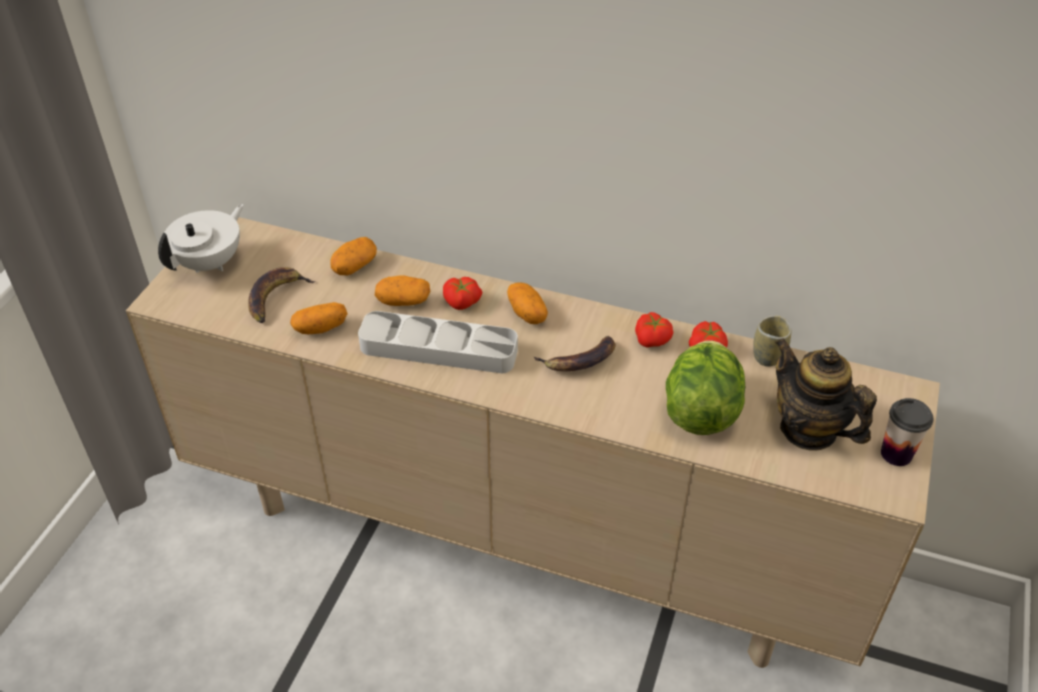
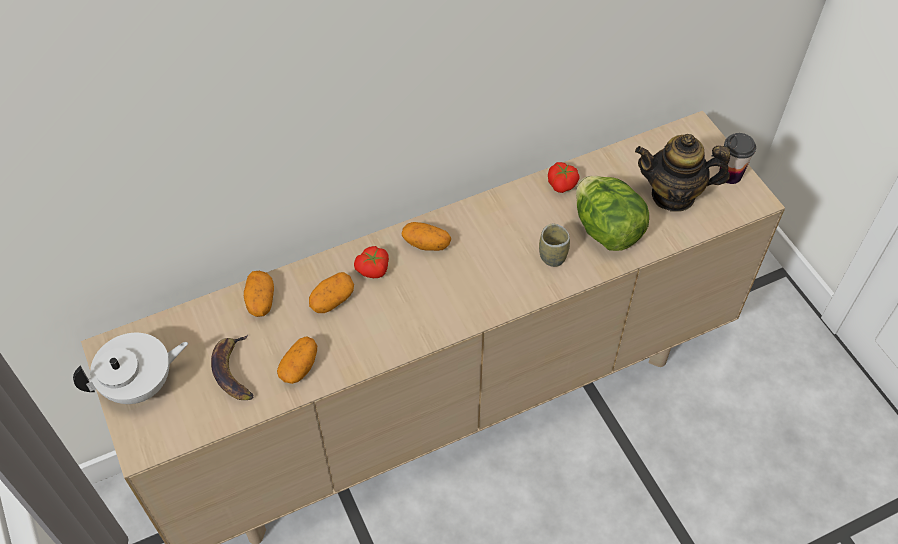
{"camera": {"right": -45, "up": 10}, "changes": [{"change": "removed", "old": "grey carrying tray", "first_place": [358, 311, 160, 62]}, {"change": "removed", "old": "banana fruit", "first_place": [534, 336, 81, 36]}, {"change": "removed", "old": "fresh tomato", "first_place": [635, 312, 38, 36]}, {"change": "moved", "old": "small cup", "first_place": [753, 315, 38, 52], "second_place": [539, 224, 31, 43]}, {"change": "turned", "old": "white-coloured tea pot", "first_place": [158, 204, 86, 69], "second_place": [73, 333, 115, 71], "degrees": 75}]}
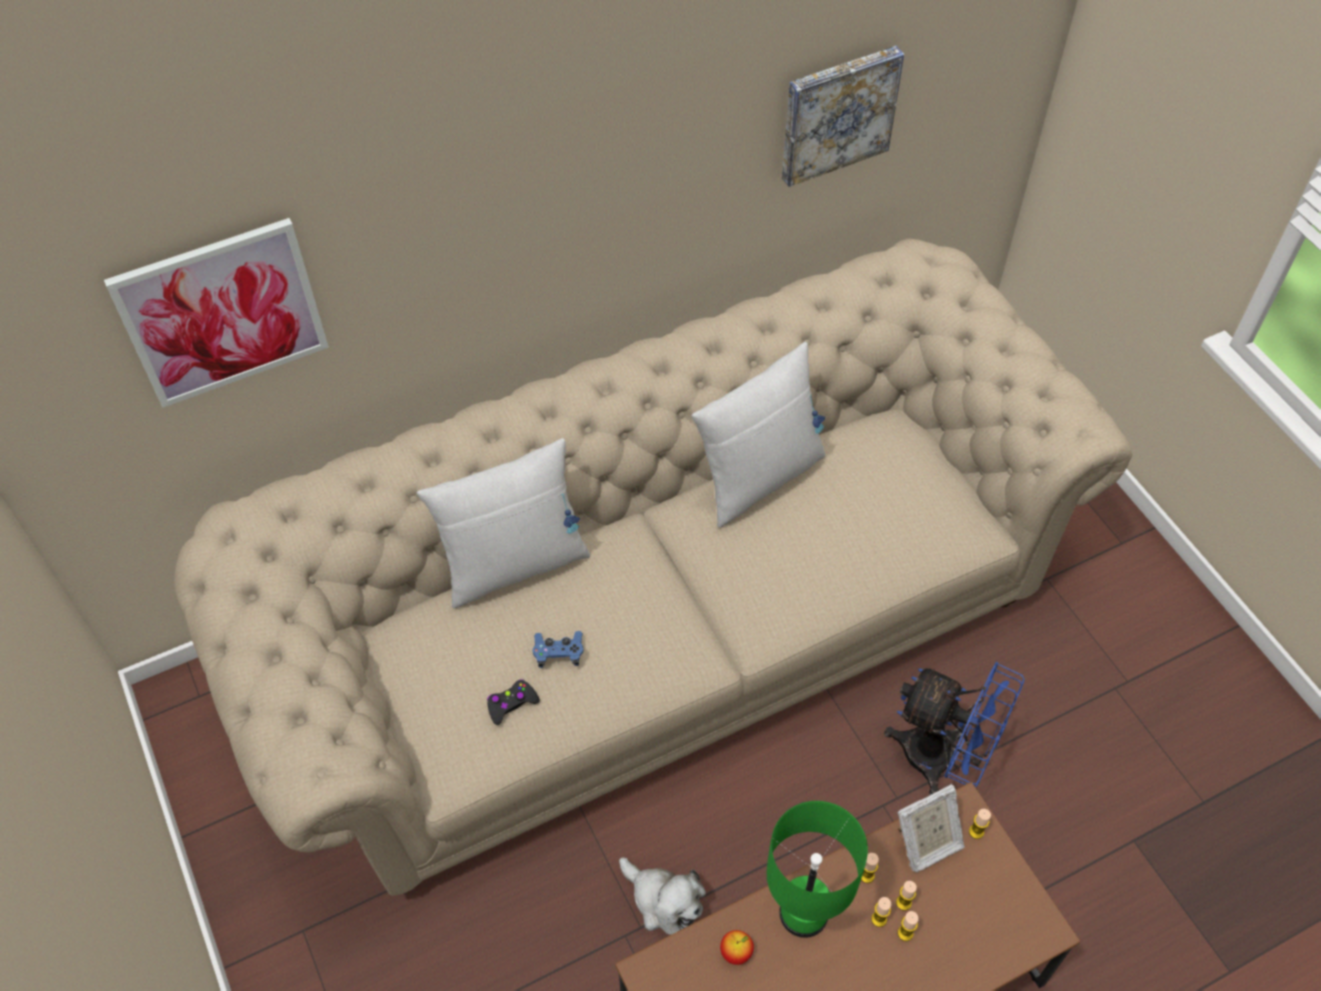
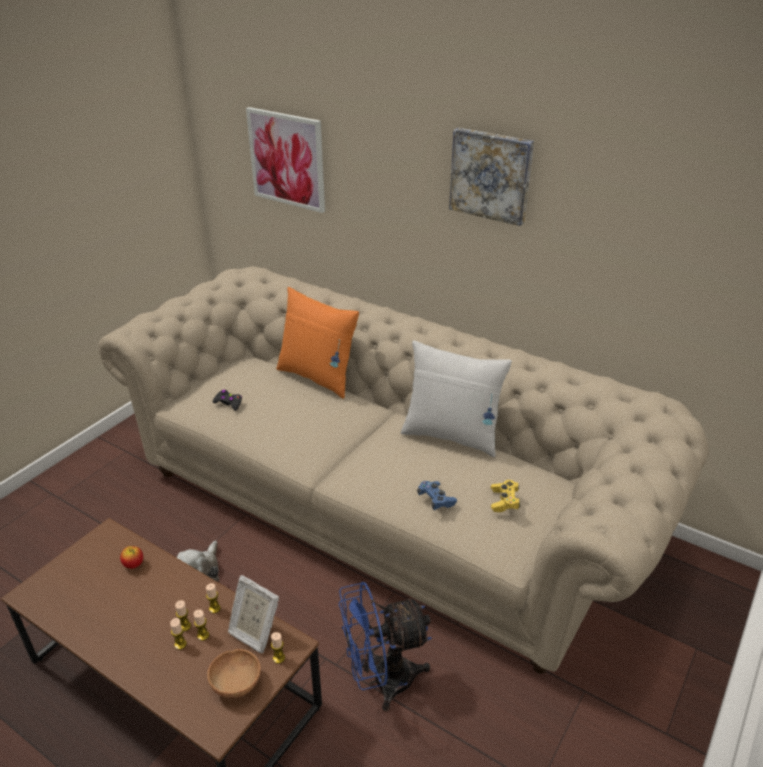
{"camera": {"right": 60, "up": -20}, "changes": [{"change": "removed", "old": "greenish table lamp", "first_place": [767, 801, 101, 137]}, {"change": "added", "new": "brownish serving bowl", "second_place": [207, 649, 54, 49]}, {"change": "added", "new": "yellow-coloured joypad", "second_place": [491, 480, 30, 32]}, {"change": "moved", "old": "blue joypad", "first_place": [533, 631, 50, 37], "second_place": [417, 481, 40, 29]}, {"change": "moved", "old": "picture", "first_place": [782, 46, 122, 141], "second_place": [449, 128, 85, 98]}, {"change": "recoloured", "old": "grey pillow", "new": "orange-coloured pillow", "first_place": [417, 438, 173, 171], "second_place": [276, 287, 83, 112]}, {"change": "turned", "old": "blue electric fan", "first_place": [884, 662, 141, 133], "second_place": [339, 582, 92, 129], "degrees": 75}]}
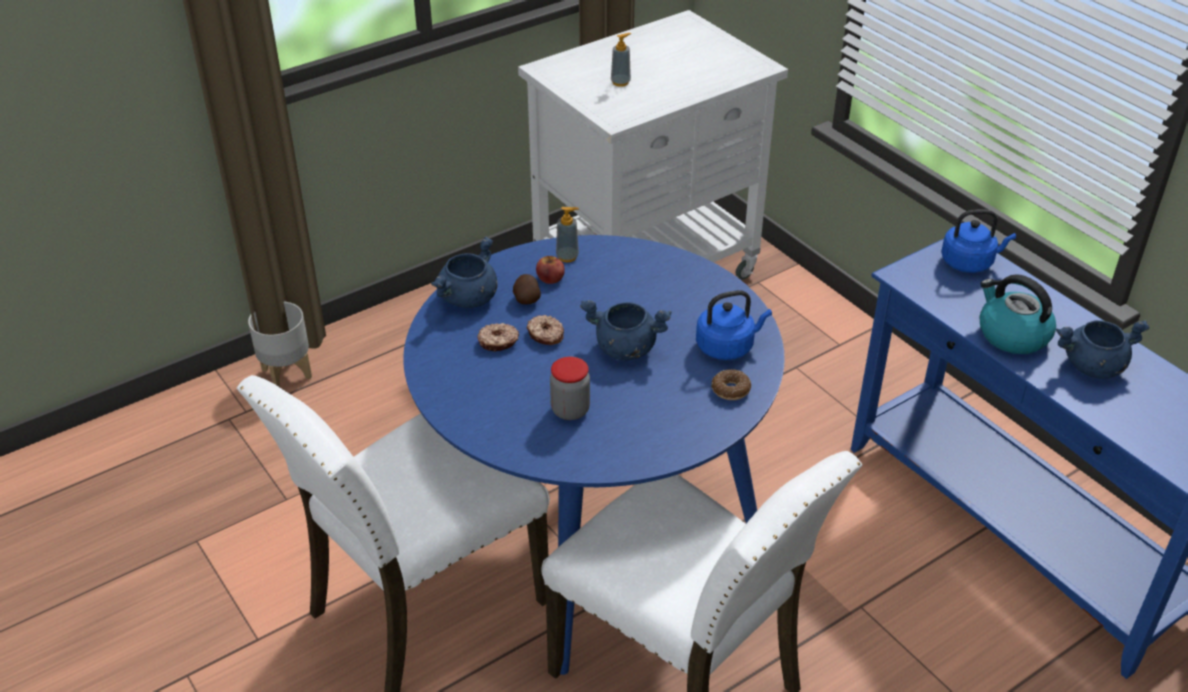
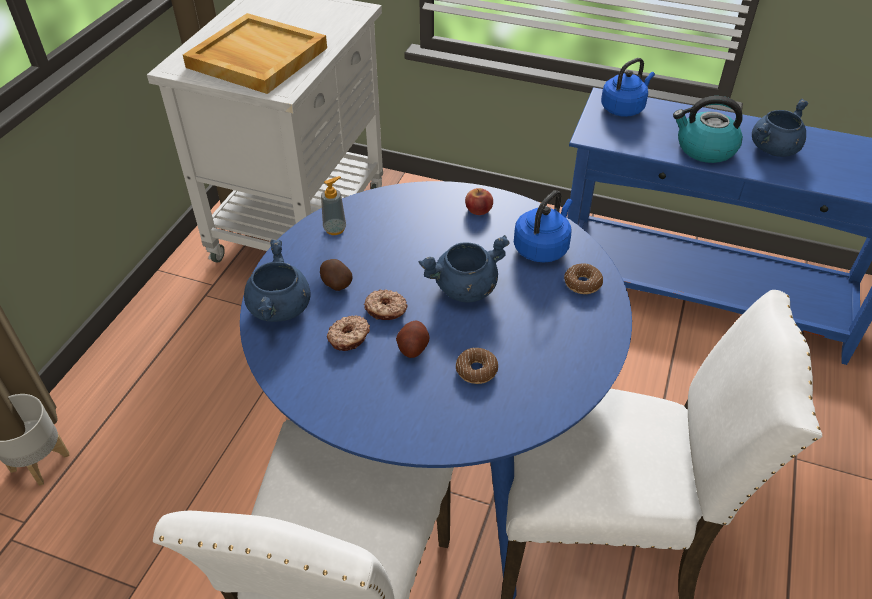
{"camera": {"right": -35, "up": 5}, "changes": [{"change": "added", "new": "potato", "second_place": [396, 321, 33, 37]}, {"change": "moved", "old": "apple fruit", "first_place": [536, 256, 29, 28], "second_place": [465, 188, 28, 27]}, {"change": "replaced", "old": "preserve jar", "new": "ring doughnut", "first_place": [550, 357, 40, 63], "second_place": [456, 348, 42, 36]}, {"change": "replaced", "old": "liquid soap bottle", "new": "beige carrying tray", "first_place": [611, 33, 20, 54], "second_place": [183, 13, 144, 81]}]}
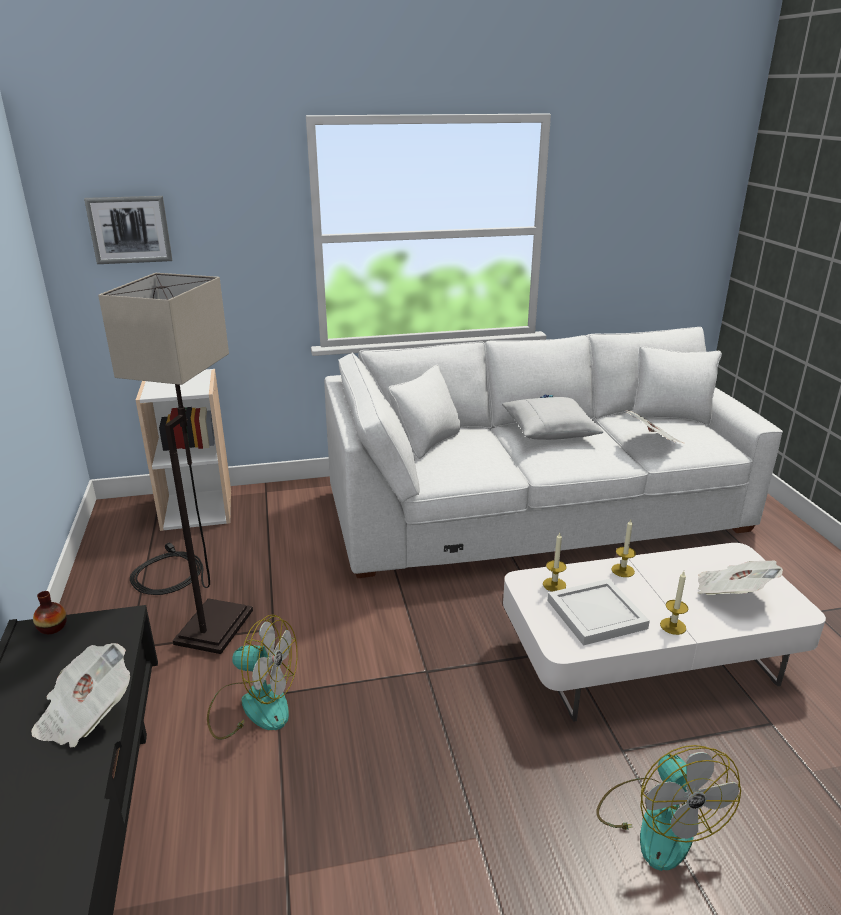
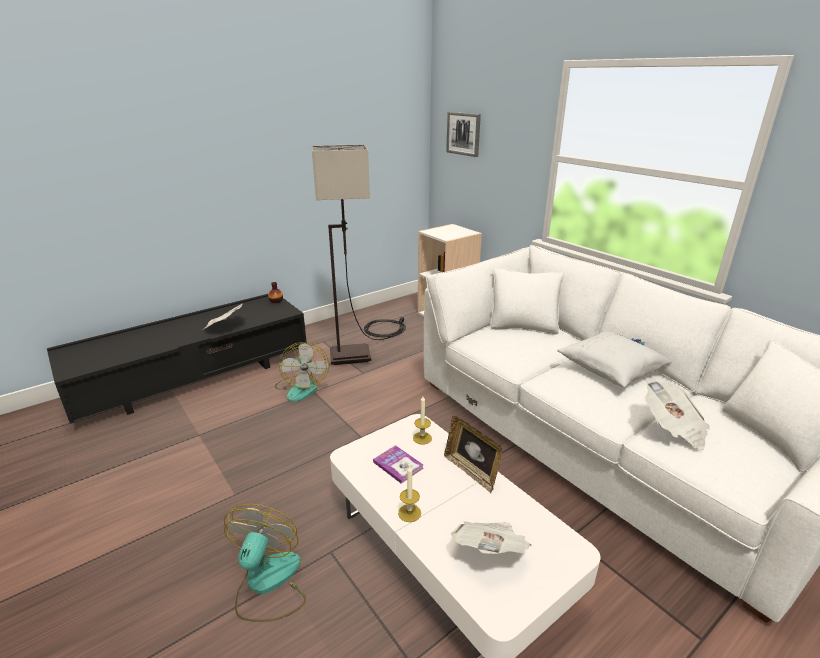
{"camera": {"right": 65, "up": 0}, "changes": [{"change": "replaced", "old": "white-coloured carrying tray", "new": "volume", "first_place": [548, 579, 102, 67], "second_place": [373, 445, 50, 39]}, {"change": "replaced", "old": "wax candle", "new": "picture frame", "first_place": [611, 519, 25, 58], "second_place": [444, 416, 58, 77]}, {"change": "turned", "old": "electric fan", "first_place": [596, 745, 145, 126], "second_place": [224, 504, 82, 118], "degrees": 135}]}
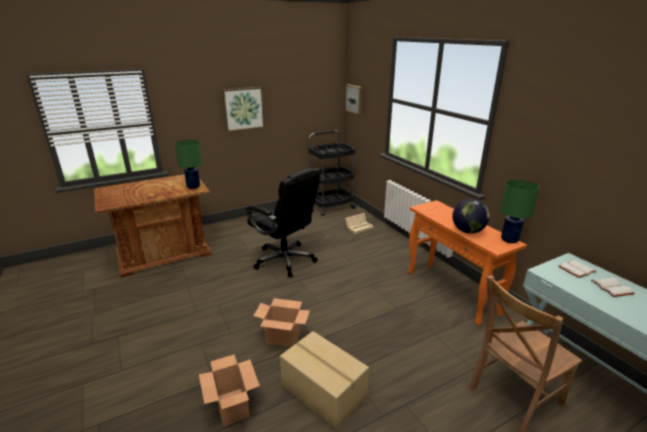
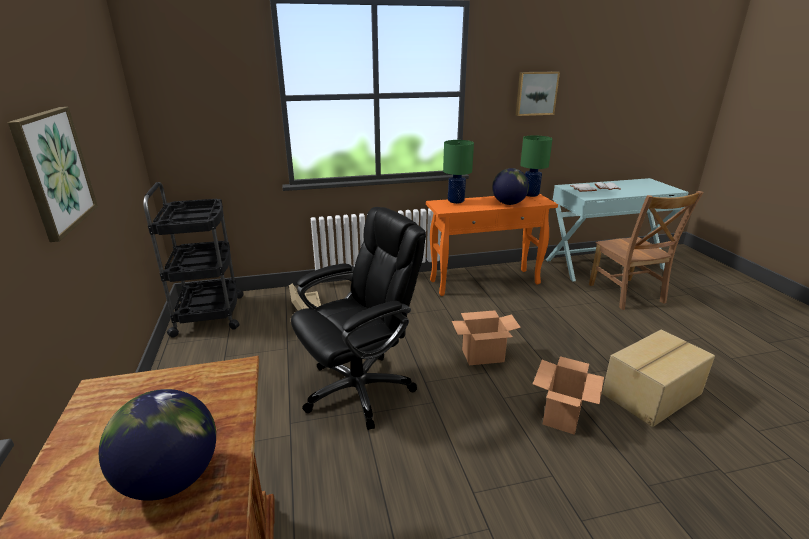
{"camera": {"right": -75, "up": 0}, "changes": [{"change": "added", "new": "desk globe", "second_place": [99, 389, 117, 112]}, {"change": "moved", "old": "greenish table lamp", "first_place": [175, 140, 27, 49], "second_place": [443, 140, 31, 64]}, {"change": "moved", "old": "packing box", "first_place": [199, 354, 61, 73], "second_place": [452, 310, 69, 55]}, {"change": "moved", "old": "picture", "first_place": [345, 84, 18, 31], "second_place": [516, 71, 44, 45]}]}
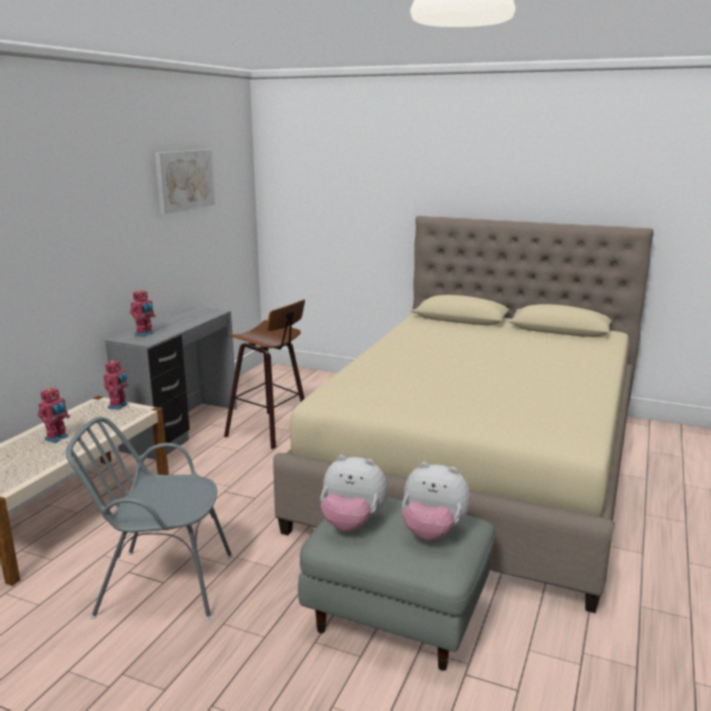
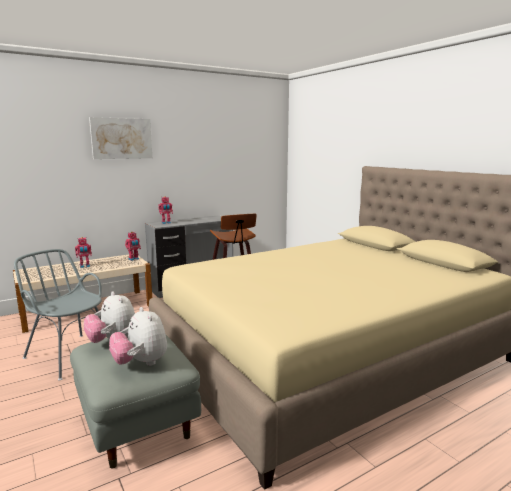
{"camera": {"right": 35, "up": -5}, "changes": [{"change": "moved", "old": "picture", "first_place": [155, 149, 60, 65], "second_place": [89, 117, 63, 42]}]}
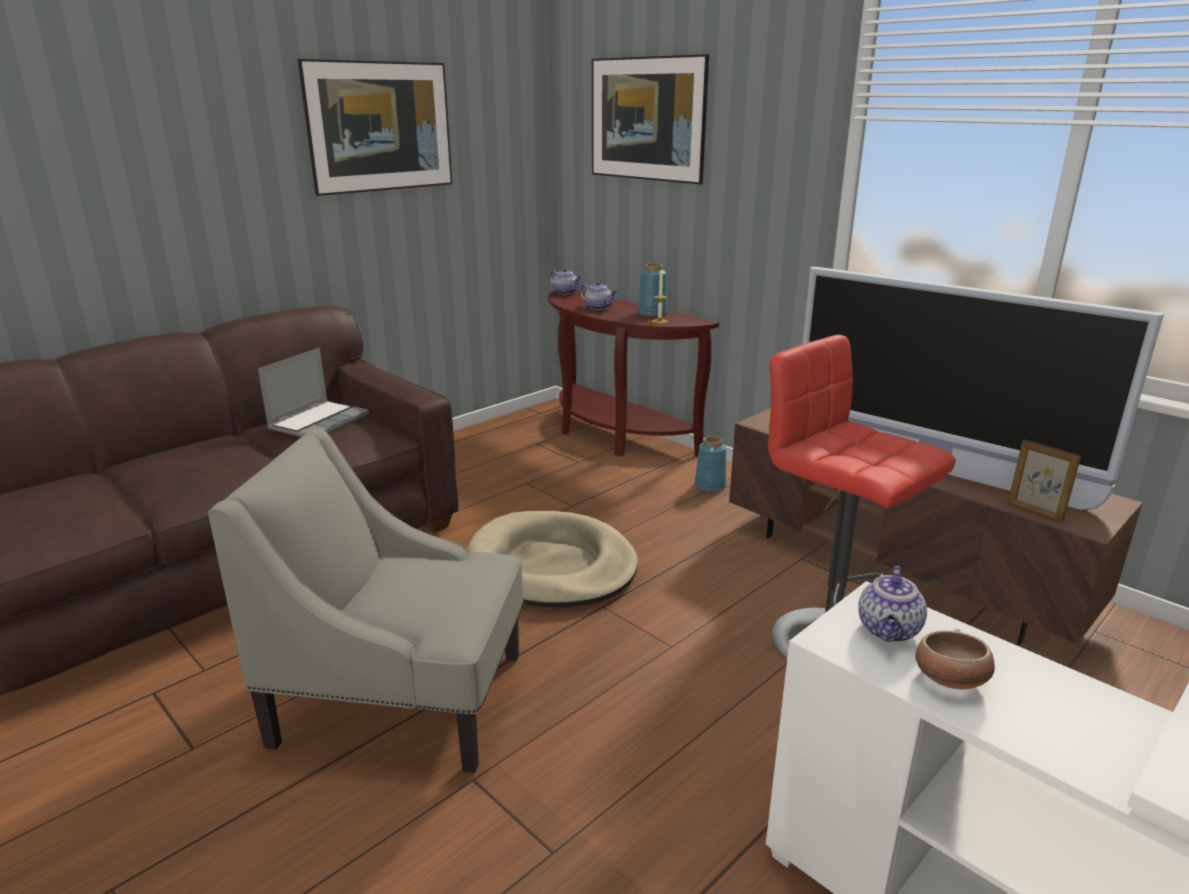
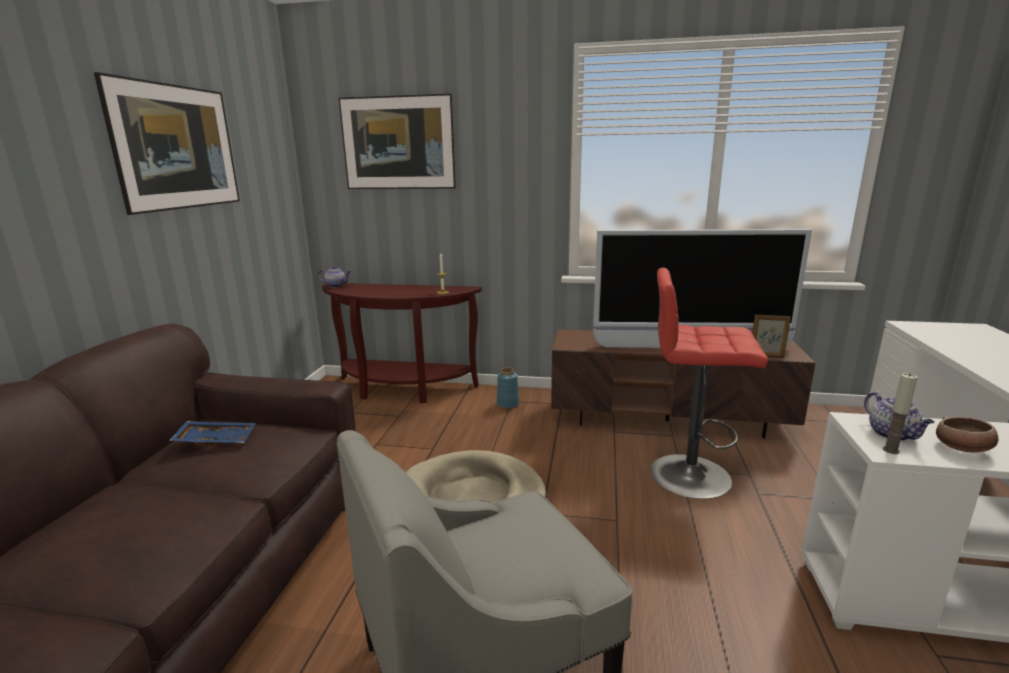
{"camera": {"right": -35, "up": -5}, "changes": [{"change": "removed", "old": "tea pot", "first_place": [580, 281, 37, 29]}, {"change": "removed", "old": "blue vase", "first_place": [638, 263, 29, 54]}, {"change": "added", "new": "wax candle", "second_place": [883, 373, 35, 81]}, {"change": "replaced", "old": "portable computer", "new": "blue carrying tray", "first_place": [258, 348, 111, 89], "second_place": [169, 421, 87, 26]}]}
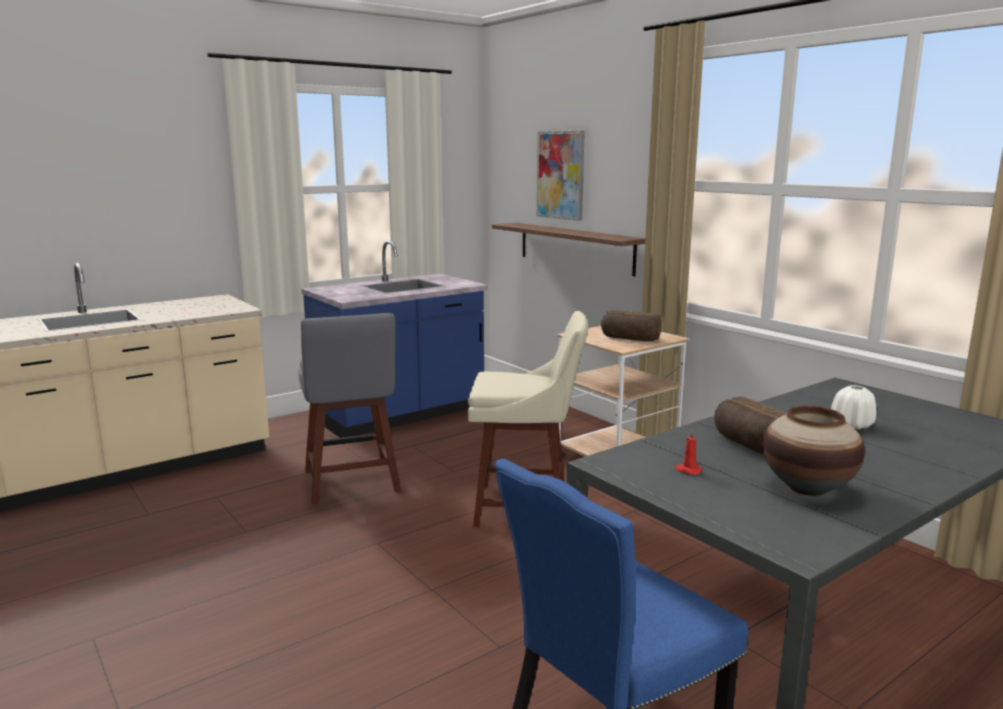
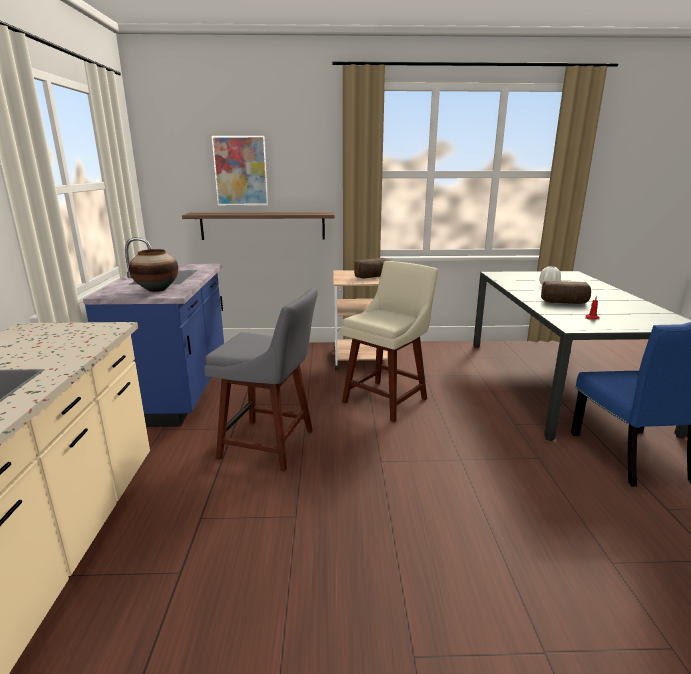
{"camera": {"right": -55, "up": 5}, "changes": [{"change": "moved", "old": "vase", "first_place": [763, 406, 102, 90], "second_place": [129, 249, 49, 43]}]}
